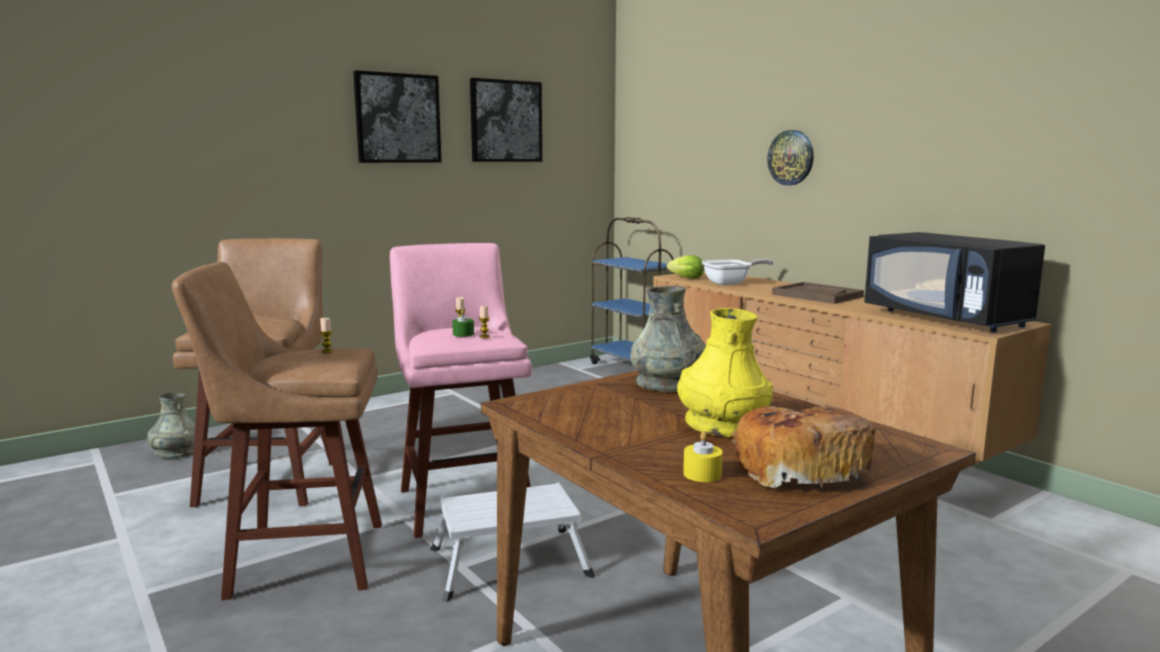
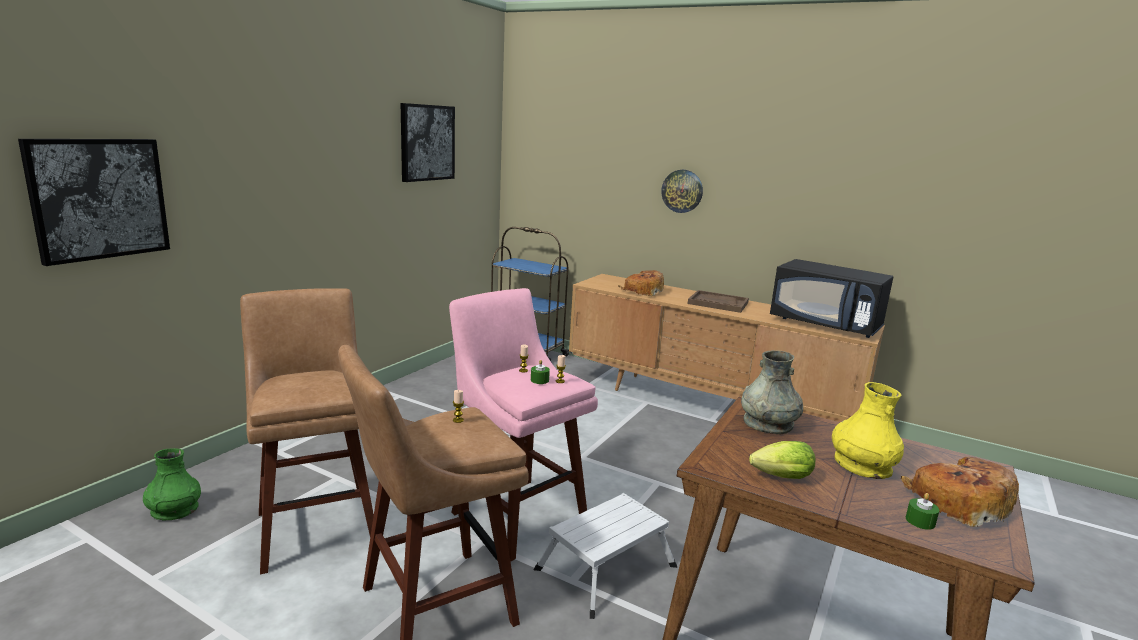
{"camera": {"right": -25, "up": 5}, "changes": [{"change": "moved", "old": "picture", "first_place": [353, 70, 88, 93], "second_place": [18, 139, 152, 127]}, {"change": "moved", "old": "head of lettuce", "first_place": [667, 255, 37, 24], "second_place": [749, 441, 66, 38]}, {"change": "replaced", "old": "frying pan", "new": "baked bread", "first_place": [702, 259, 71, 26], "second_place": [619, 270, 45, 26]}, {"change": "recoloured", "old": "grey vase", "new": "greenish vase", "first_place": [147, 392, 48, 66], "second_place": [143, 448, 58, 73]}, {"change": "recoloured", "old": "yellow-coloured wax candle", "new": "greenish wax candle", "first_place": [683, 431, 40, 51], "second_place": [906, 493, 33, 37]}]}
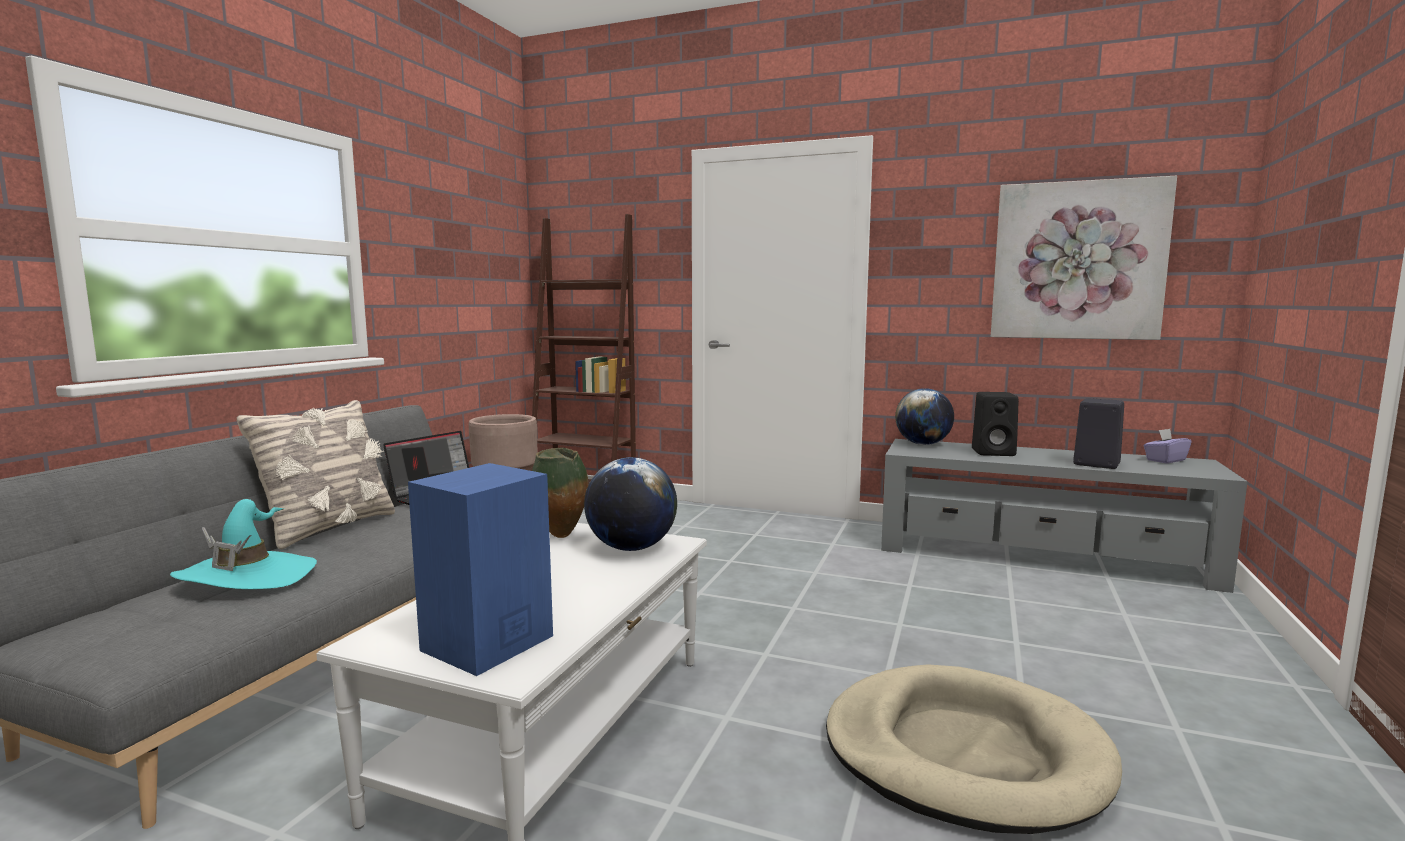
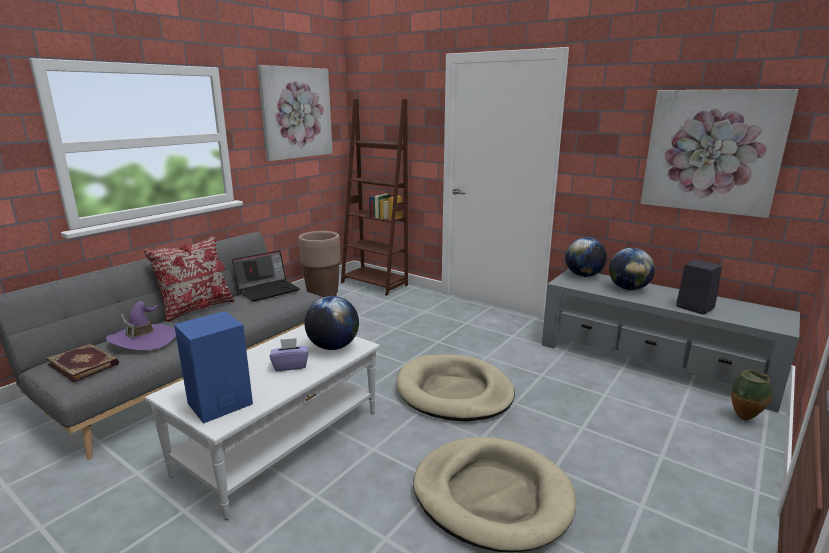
{"camera": {"right": 15, "up": 10}, "changes": [{"change": "added", "new": "volume", "second_place": [46, 343, 73, 39]}, {"change": "added", "new": "picture", "second_place": [258, 65, 75, 96]}, {"change": "added", "new": "beige dog bed", "second_place": [396, 354, 119, 67]}, {"change": "moved", "old": "vase", "first_place": [532, 448, 56, 90], "second_place": [731, 370, 41, 51]}, {"change": "moved", "old": "purple box of tissues", "first_place": [1144, 429, 48, 34], "second_place": [270, 338, 38, 33]}, {"change": "replaced", "old": "black-coloured audio speaker", "new": "desk globe", "first_place": [972, 392, 47, 64], "second_place": [609, 248, 46, 42]}, {"change": "recoloured", "old": "turquoise-coloured hat", "new": "purple hat", "first_place": [170, 499, 147, 90], "second_place": [106, 301, 70, 49]}, {"change": "recoloured", "old": "beige pillow", "new": "reddish pillow", "first_place": [237, 400, 158, 149], "second_place": [144, 236, 90, 86]}]}
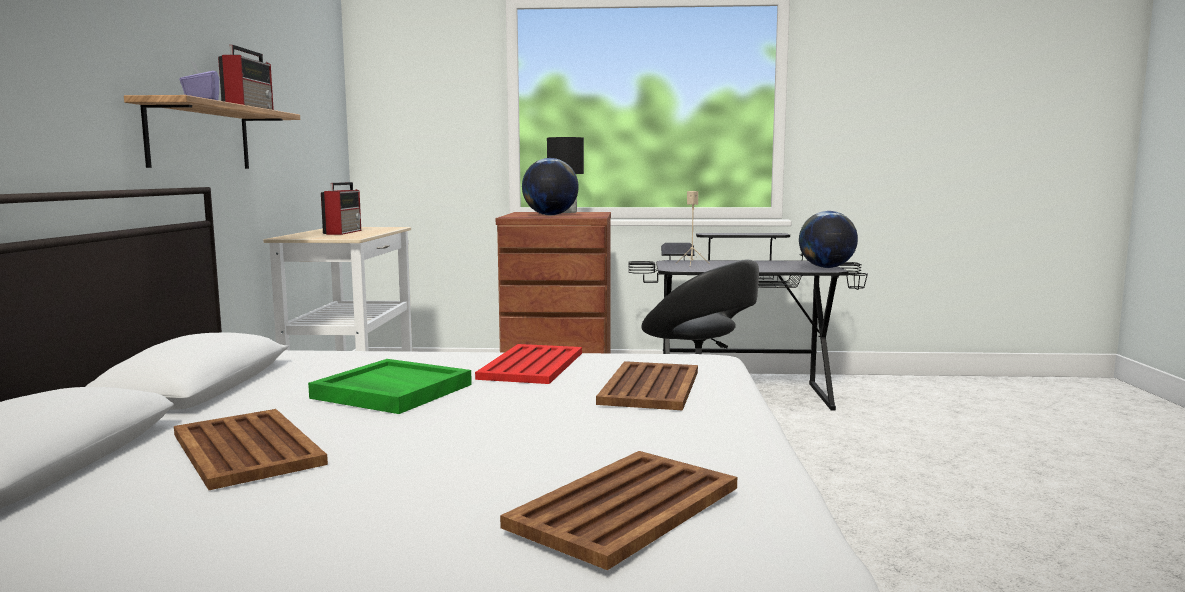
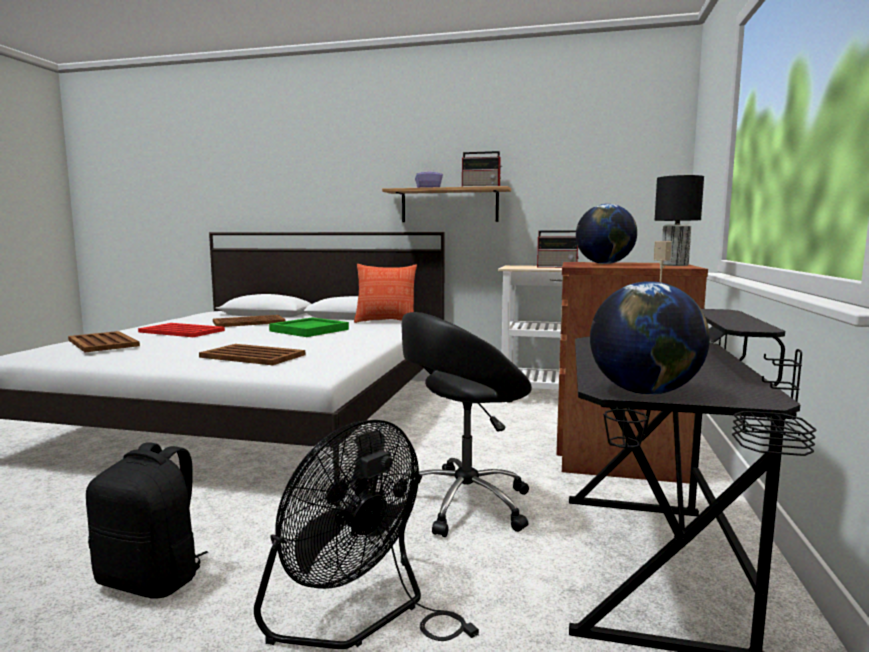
{"camera": {"right": 100, "up": 0}, "changes": [{"change": "added", "new": "black-coloured backpack", "second_place": [86, 442, 122, 156]}, {"change": "added", "new": "black-coloured electric fan", "second_place": [254, 420, 225, 229]}, {"change": "added", "new": "orange-coloured pillow", "second_place": [354, 264, 63, 59]}, {"change": "moved", "old": "reddish carrying tray", "first_place": [475, 344, 107, 40], "second_place": [138, 323, 87, 14]}]}
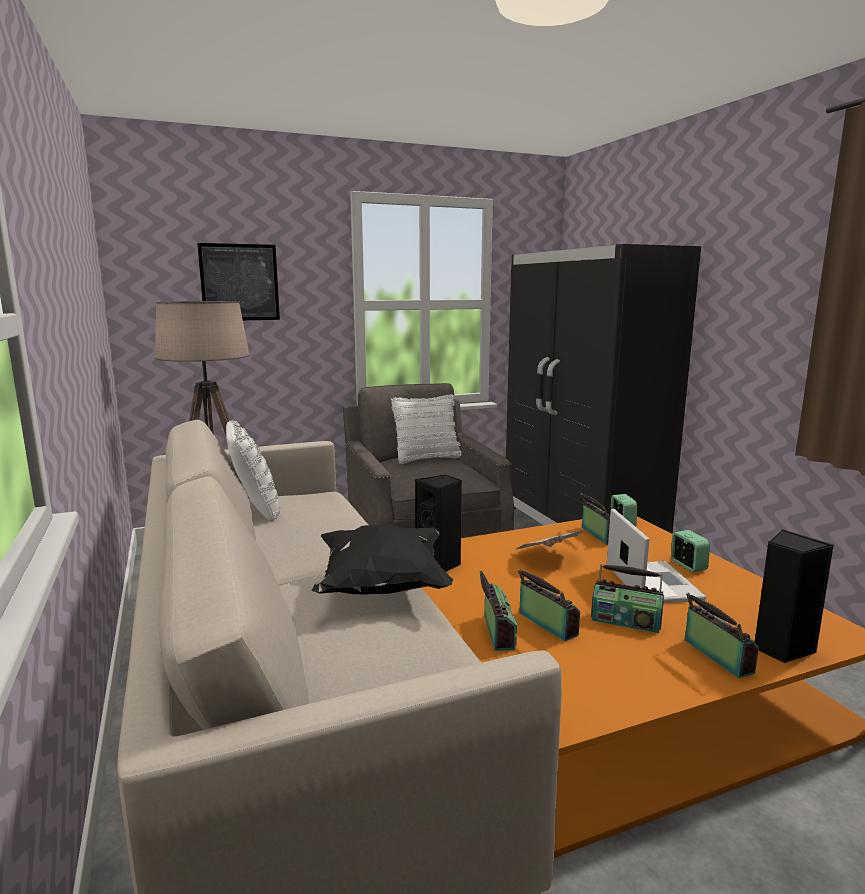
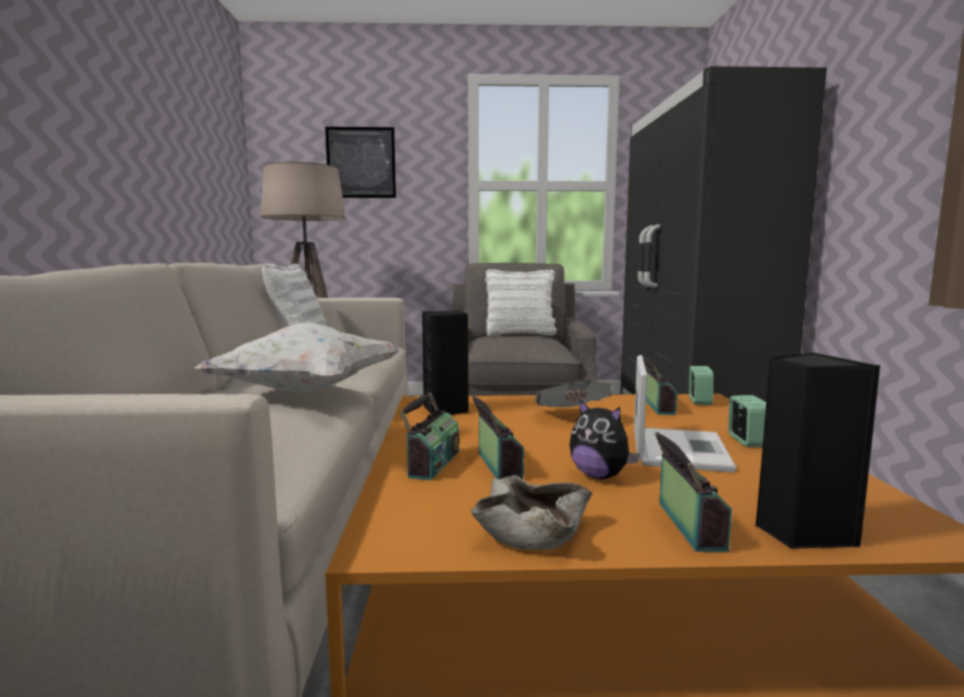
{"camera": {"right": 20, "up": -5}, "changes": [{"change": "added", "new": "beige serving bowl", "second_place": [471, 475, 121, 75]}, {"change": "replaced", "old": "radio set", "new": "cuddly toy", "first_place": [591, 564, 73, 69], "second_place": [569, 400, 71, 79]}, {"change": "recoloured", "old": "black-coloured pillow", "new": "white-coloured pillow", "first_place": [311, 524, 142, 71], "second_place": [194, 322, 206, 70]}]}
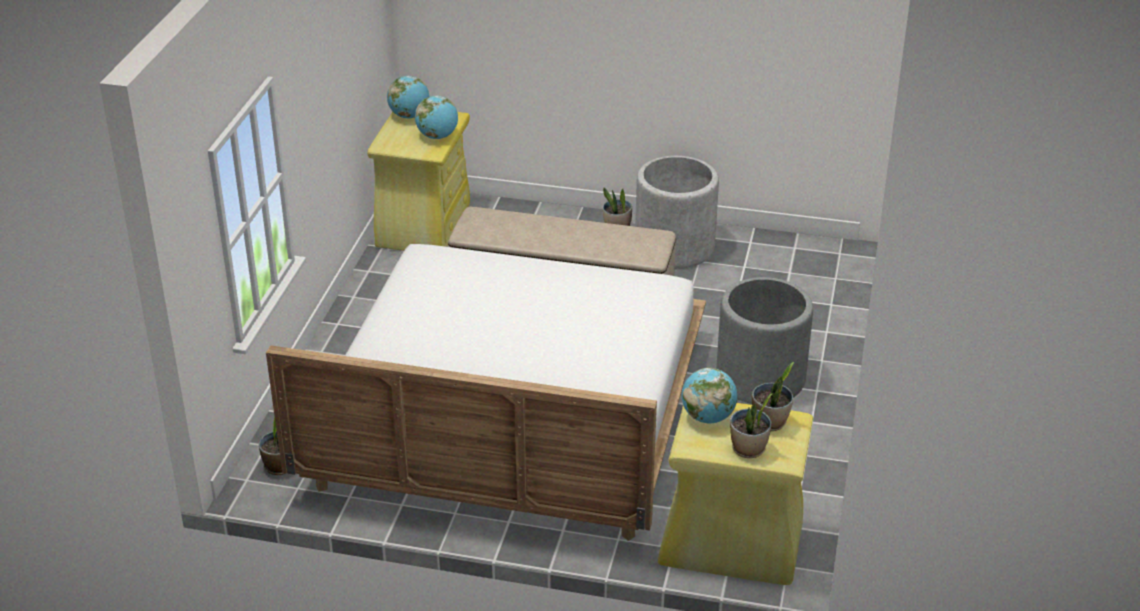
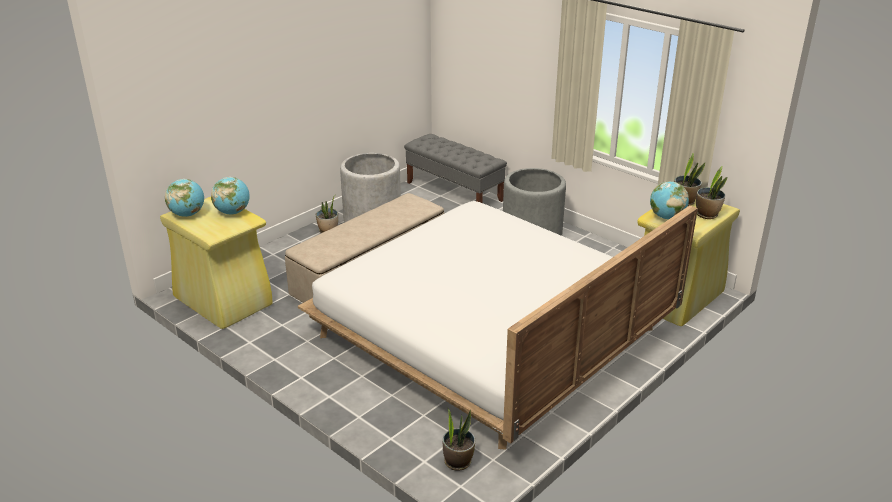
{"camera": {"right": -60, "up": -5}, "changes": [{"change": "added", "new": "grey long seat", "second_place": [404, 134, 103, 69]}]}
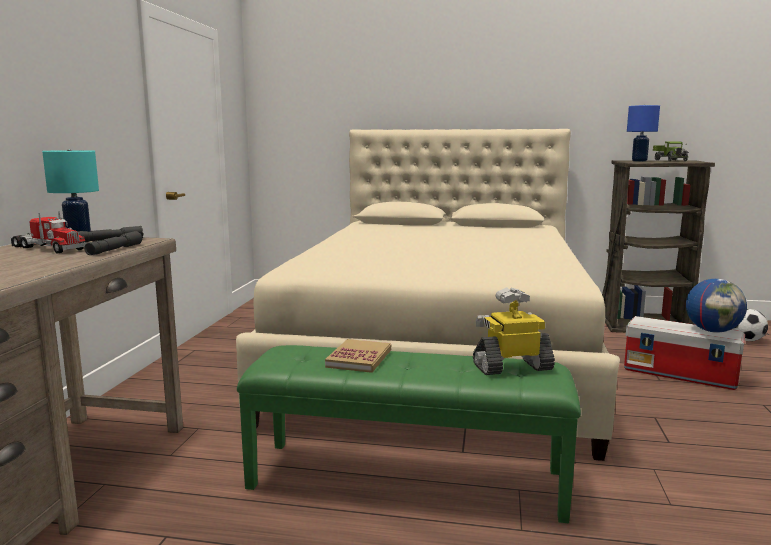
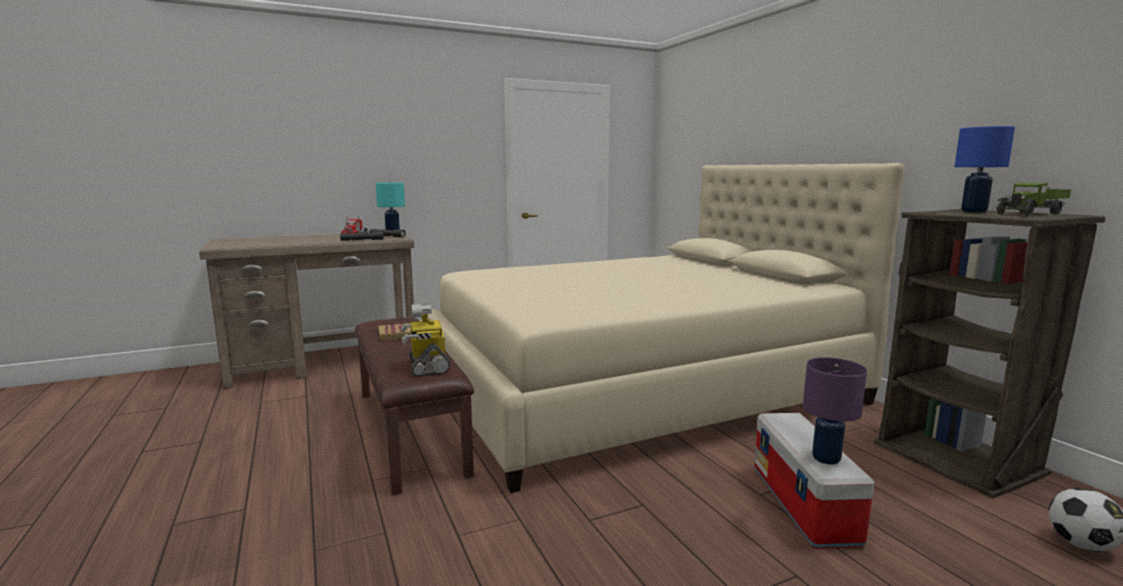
{"camera": {"right": 55, "up": 0}, "changes": [{"change": "replaced", "old": "desk globe", "new": "purple table lamp", "first_place": [686, 279, 61, 53], "second_place": [803, 357, 64, 108]}, {"change": "recoloured", "old": "greenish long seat", "new": "brownish long seat", "first_place": [237, 345, 344, 178], "second_place": [355, 317, 119, 178]}, {"change": "turned", "old": "toy robot", "first_place": [473, 287, 82, 88], "second_place": [401, 304, 49, 73], "degrees": -150}]}
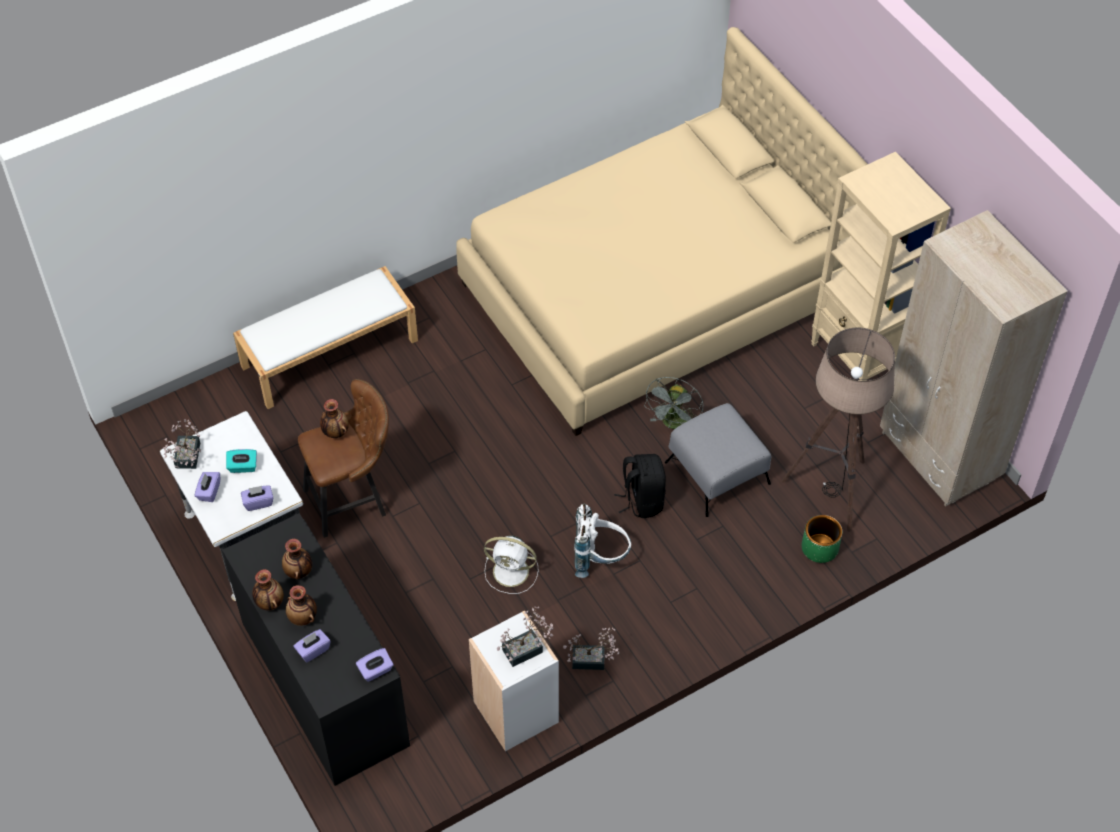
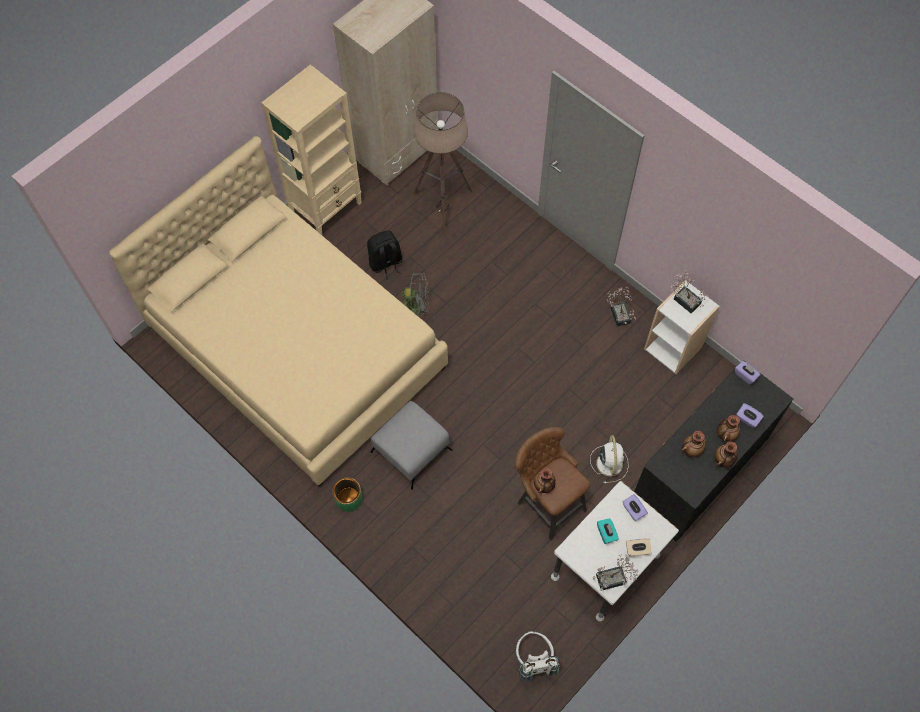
{"camera": {"right": -105, "up": 10}, "changes": [{"change": "removed", "old": "white-coloured long seat", "first_place": [233, 266, 185, 143]}, {"change": "moved", "old": "white-coloured electric fan", "first_place": [484, 536, 55, 58], "second_place": [590, 435, 39, 48]}, {"change": "moved", "old": "white-coloured backpack", "first_place": [574, 504, 57, 74], "second_place": [516, 631, 44, 51]}, {"change": "moved", "old": "black-coloured backpack", "first_place": [614, 454, 52, 64], "second_place": [367, 231, 36, 49]}, {"change": "moved", "old": "grey ottoman", "first_place": [665, 403, 106, 114], "second_place": [371, 401, 82, 89]}, {"change": "moved", "old": "greenish flower pot", "first_place": [802, 515, 40, 48], "second_place": [332, 478, 31, 34]}, {"change": "recoloured", "old": "purple box of tissues", "new": "beige box of tissues", "first_place": [195, 472, 25, 30], "second_place": [626, 538, 25, 18]}]}
